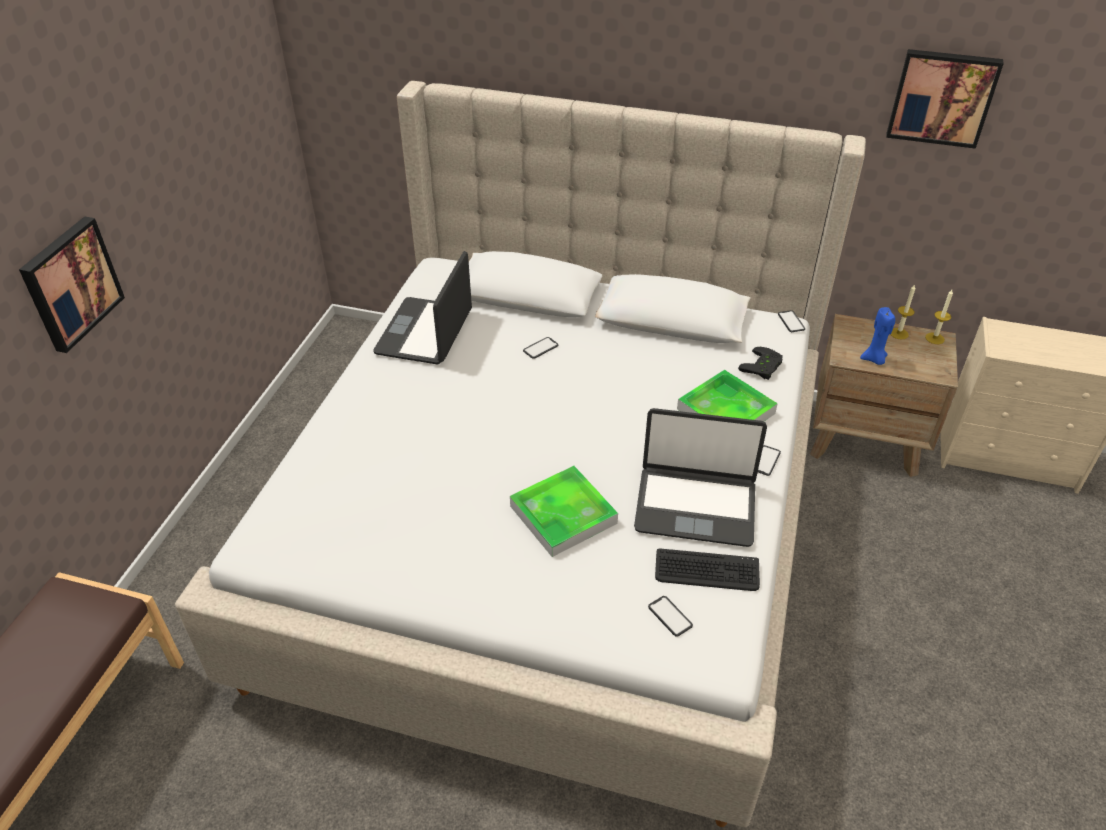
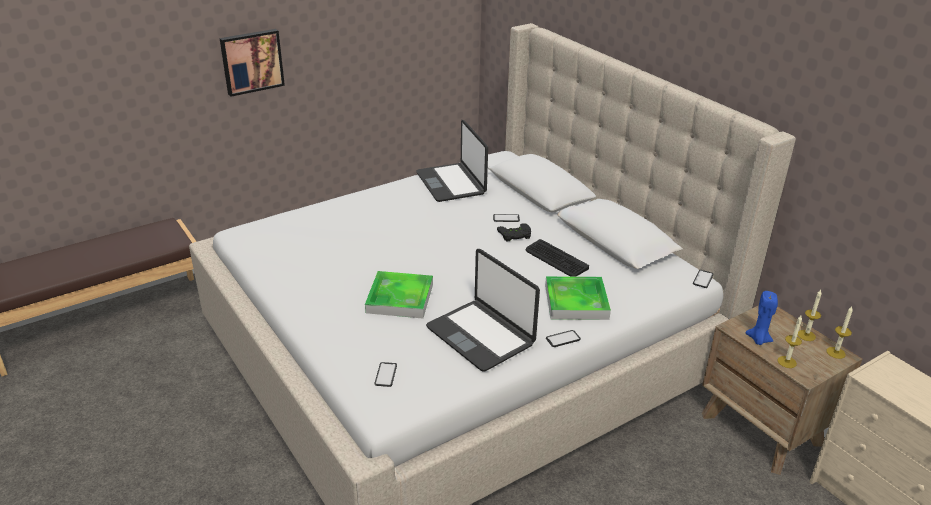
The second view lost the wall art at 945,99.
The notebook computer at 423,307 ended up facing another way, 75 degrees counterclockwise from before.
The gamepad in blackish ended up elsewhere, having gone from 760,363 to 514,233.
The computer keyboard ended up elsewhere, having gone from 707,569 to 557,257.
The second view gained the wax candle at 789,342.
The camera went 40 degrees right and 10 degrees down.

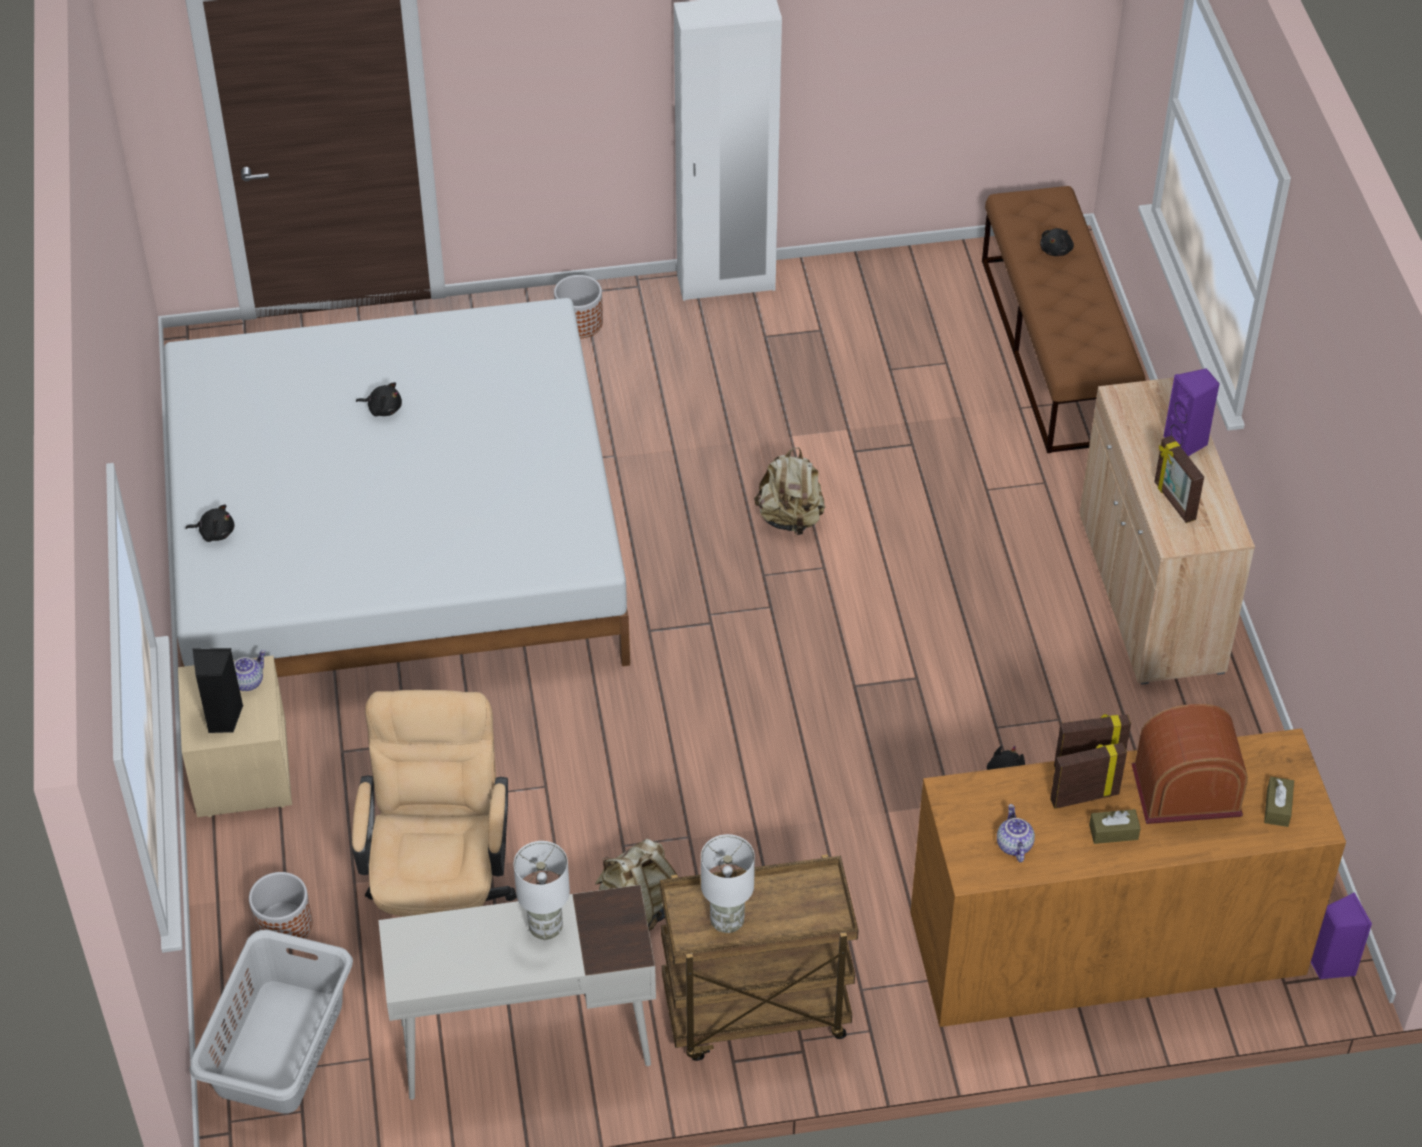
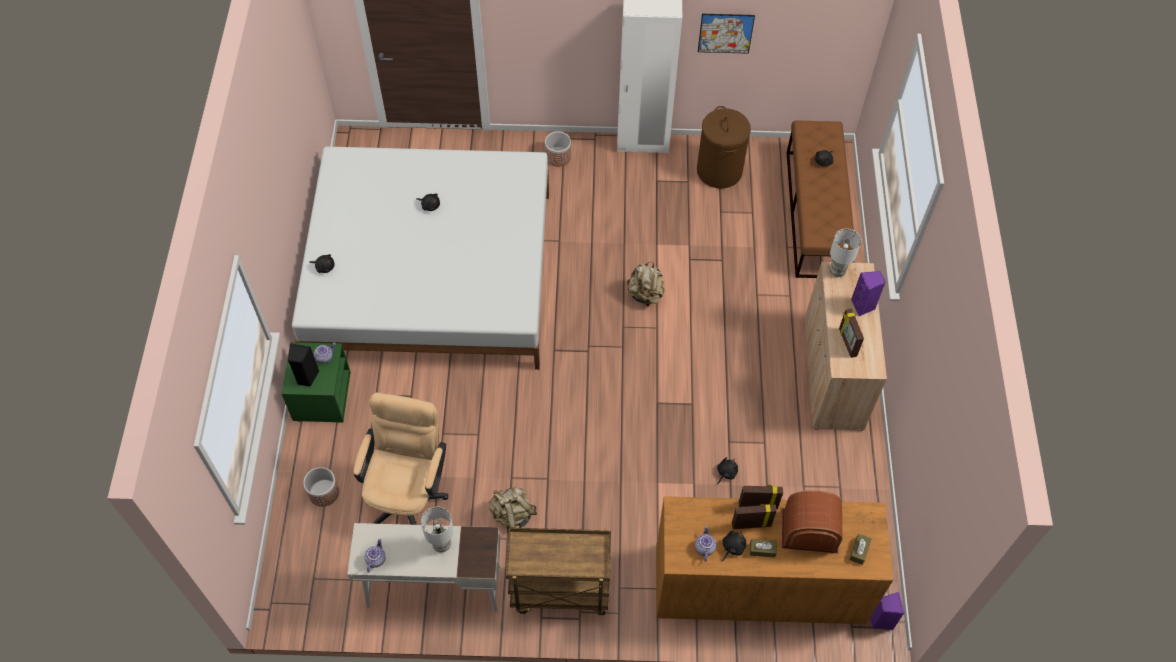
What was the bedside table in beige-coloured at 235,736 turned into the bedside table in green-coloured at 316,382.
The lamp for a table in white-coloured ended up elsewhere, having gone from 728,883 to 845,253.
The second view lost the washing basket in grey at 271,1022.
The second view gained the wall art at 726,34.
The second view gained the washing basket in brown at 724,147.
The second view gained the cuddly toy in blackish at 734,545.
The second view gained the teapot at 375,555.
The camera went 10 degrees right and 10 degrees up.

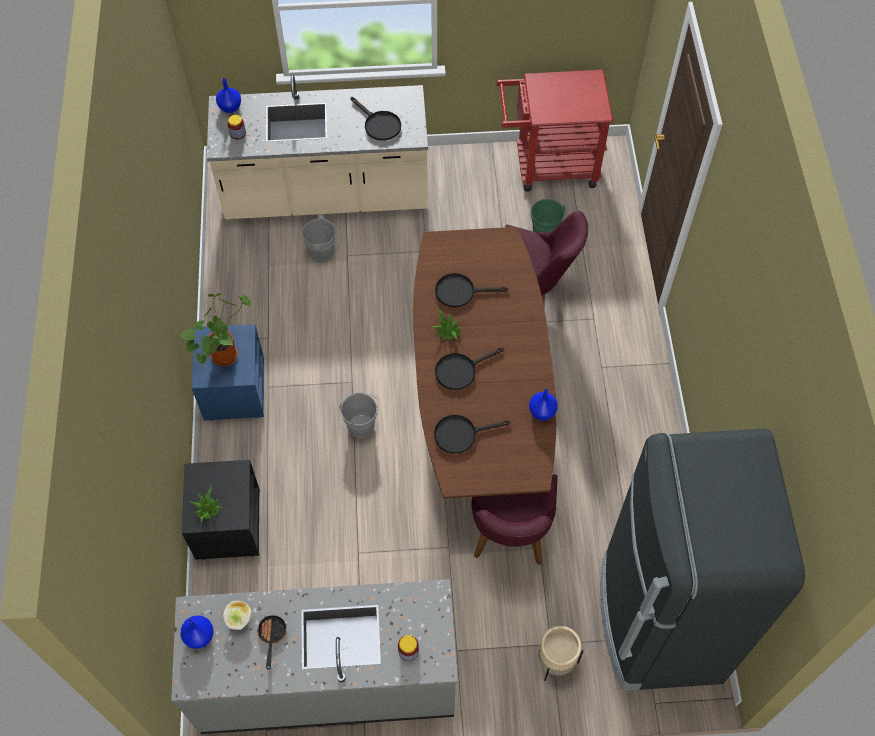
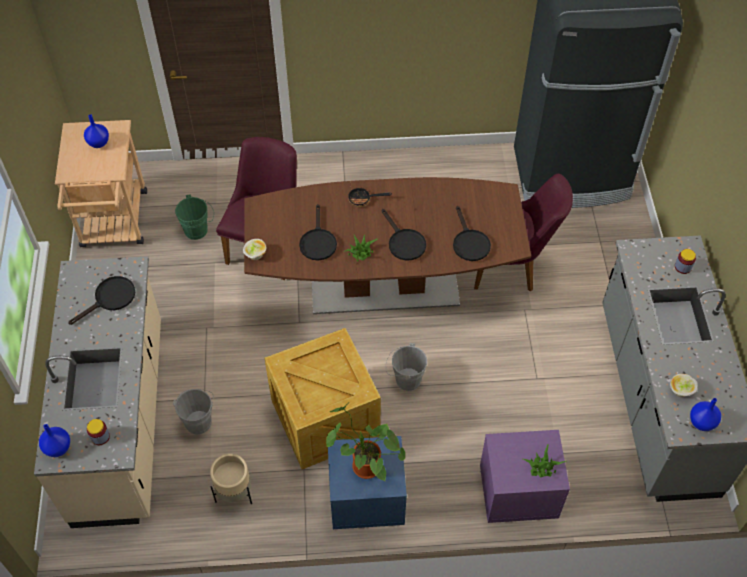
What was the trolley in red-coloured at 555,131 turned into the trolley in beige-coloured at 101,183.
The decorative vase in bluish ended up elsewhere, having gone from 543,405 to 96,131.
What was the bedside table in blackish at 221,510 turned into the bedside table in purple-coloured at 525,476.
The pan ended up elsewhere, having gone from 272,642 to 370,197.
The flower pot in beige-coloured ended up elsewhere, having gone from 560,653 to 231,479.
The second view gained the deep dish at 254,249.
The second view gained the shipping crate at 322,398.
The camera went 90 degrees left and 5 degrees down.

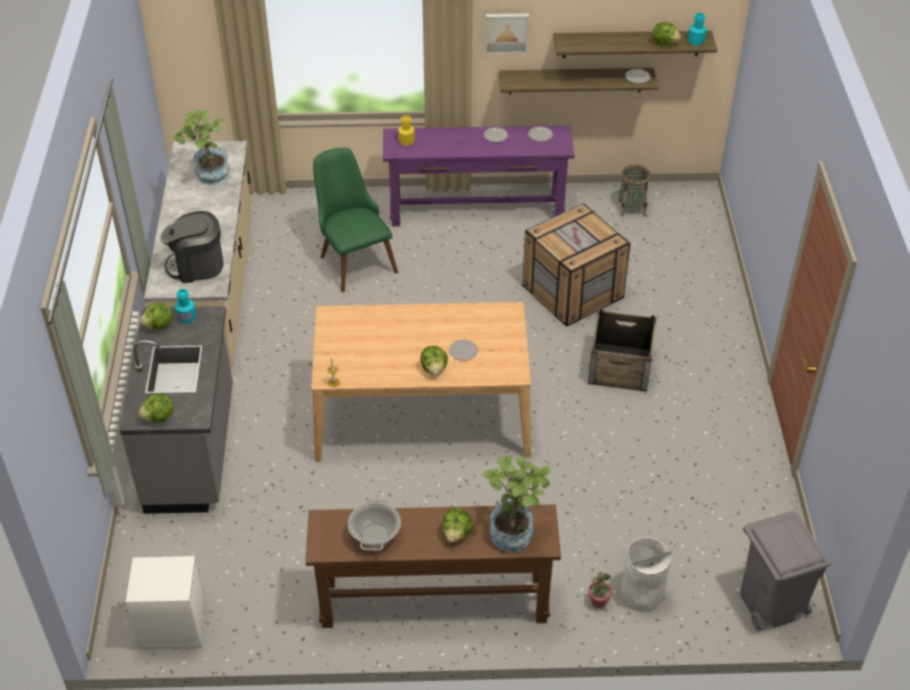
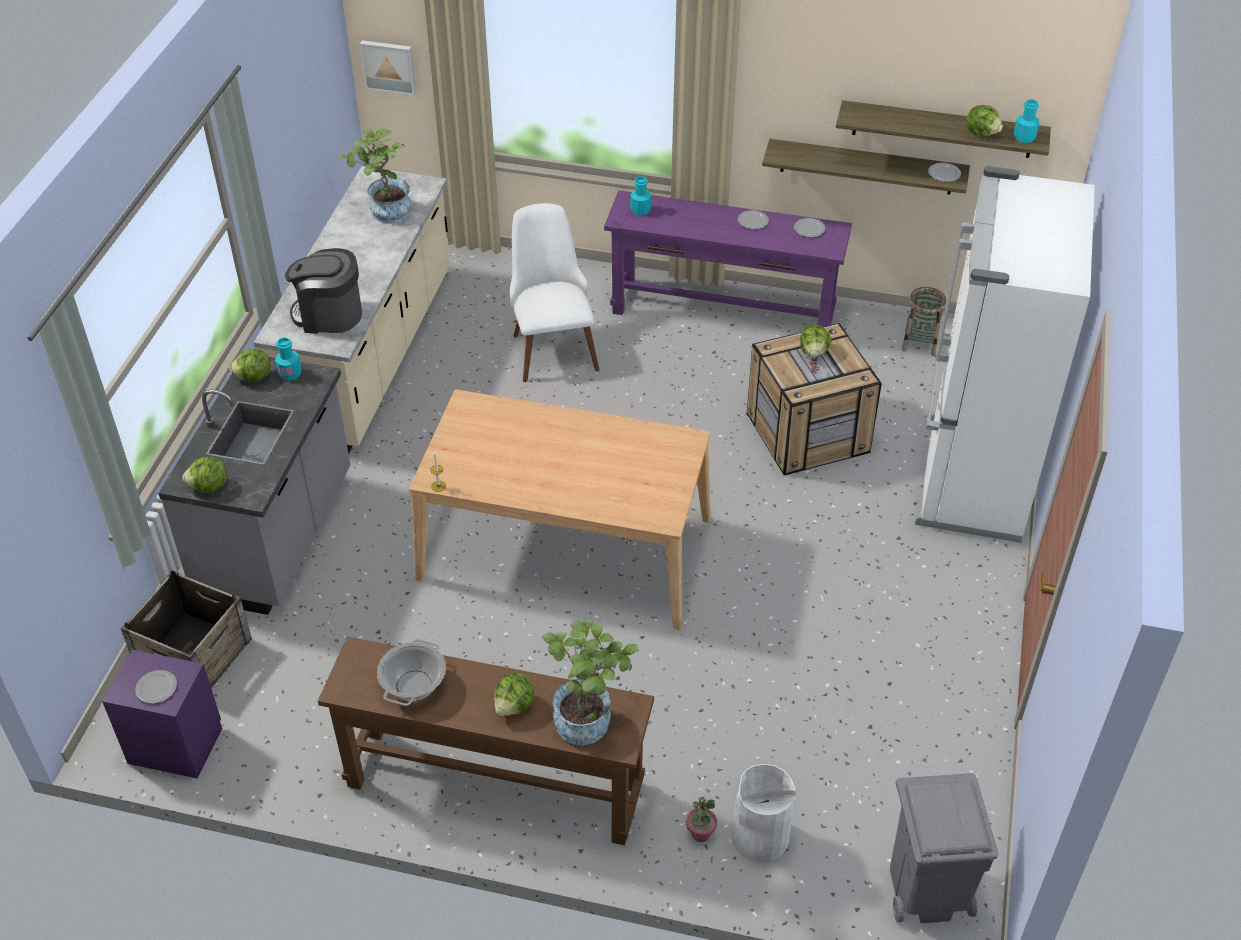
The wall art ended up elsewhere, having gone from 507,33 to 388,68.
What was the drink bottle in yellowish at 406,130 turned into the drink bottle in turquoise at 640,195.
What was the chair in green-coloured at 355,220 turned into the chair in white-coloured at 555,292.
The shipping crate ended up elsewhere, having gone from 622,350 to 186,629.
The flat dish ended up elsewhere, having gone from 463,350 to 156,686.
The lettuce head ended up elsewhere, having gone from 434,360 to 816,341.
What was the bedside table in white-coloured at 165,603 turned into the bedside table in purple-coloured at 162,714.
The second view gained the kitchen fridge in white-coloured at 1005,354.
The camera went 15 degrees right and 0 degrees up.

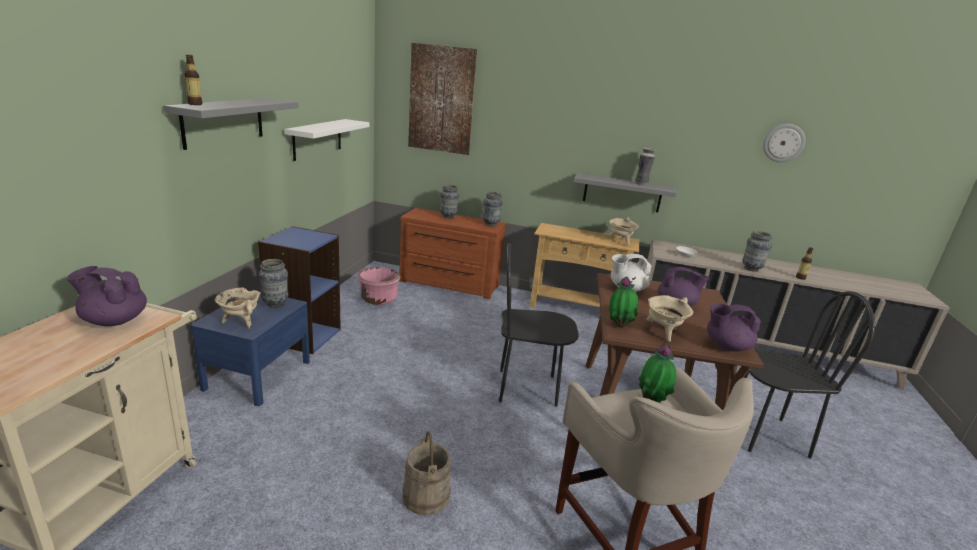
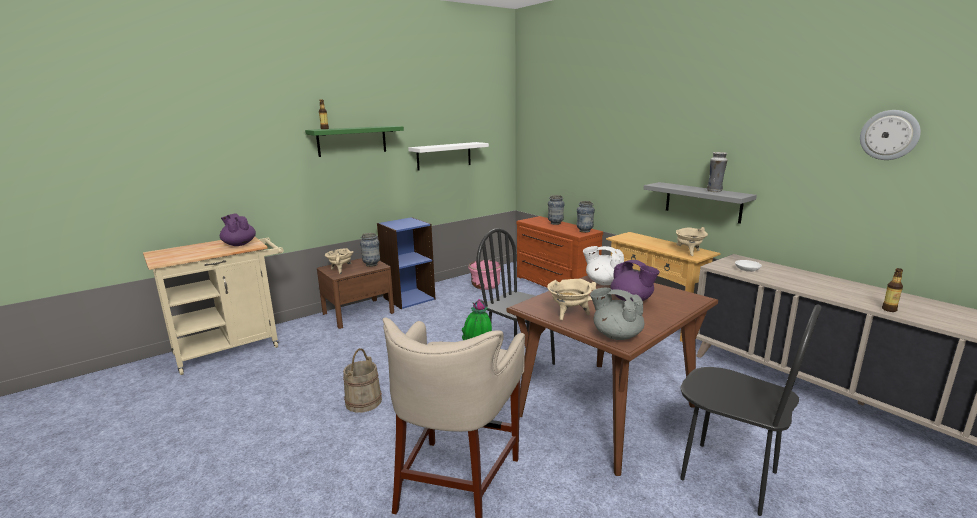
The second view lost the wall art at 442,99.
What was the wall shelf in grey at 231,124 turned into the wall shelf in green-coloured at 354,141.
The second view lost the decorative vase at 757,251.
The second view lost the potted plant at 623,302.
What was the bedside table in bluish at 250,348 turned into the bedside table in brown at 355,293.
What was the teapot in purple-coloured at 734,327 turned into the teapot in grey at 617,314.
The camera went 40 degrees right and 5 degrees down.

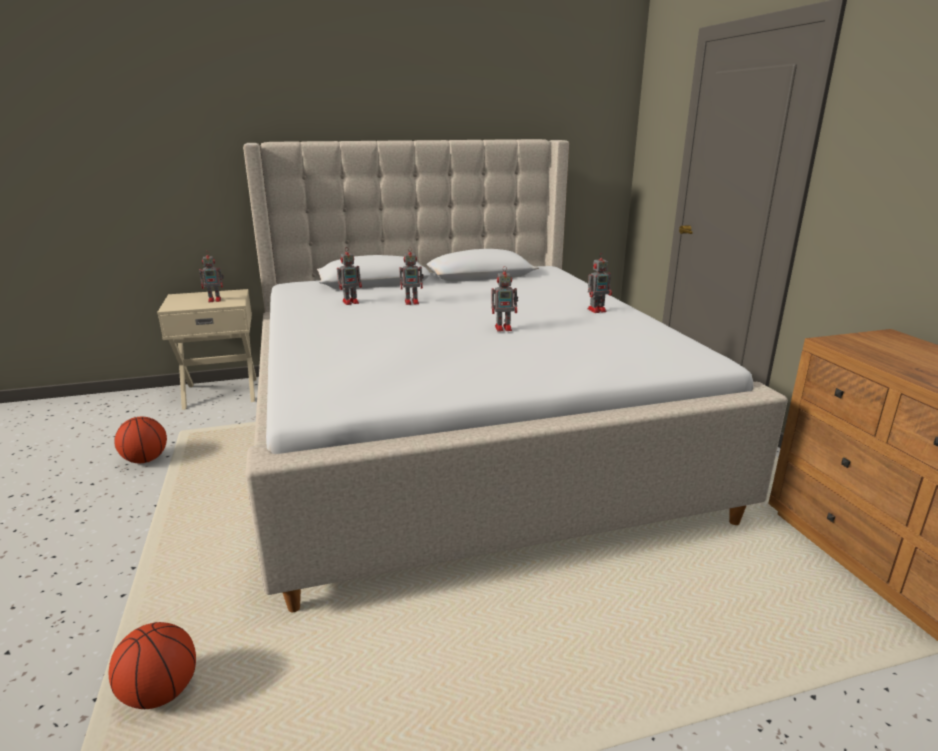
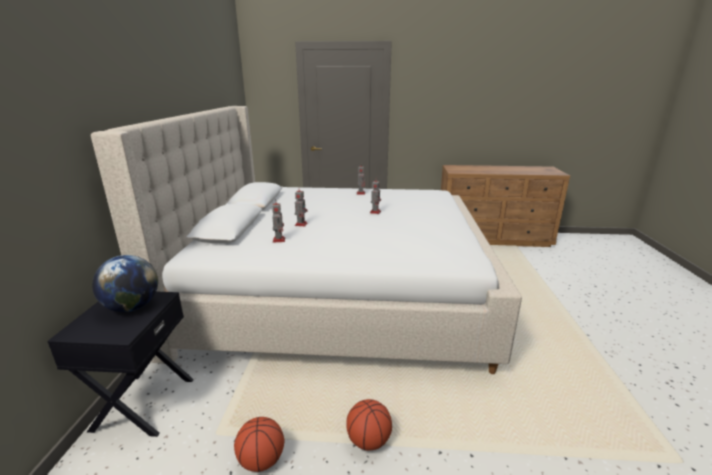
Where the robot figure stood at 211,277, the desk globe came to stand at 125,283.
What was the bedside table in beige-coloured at 207,349 turned into the bedside table in blackish at 120,364.
The basketball ended up elsewhere, having gone from 152,665 to 369,424.
The camera went 70 degrees left and 0 degrees up.

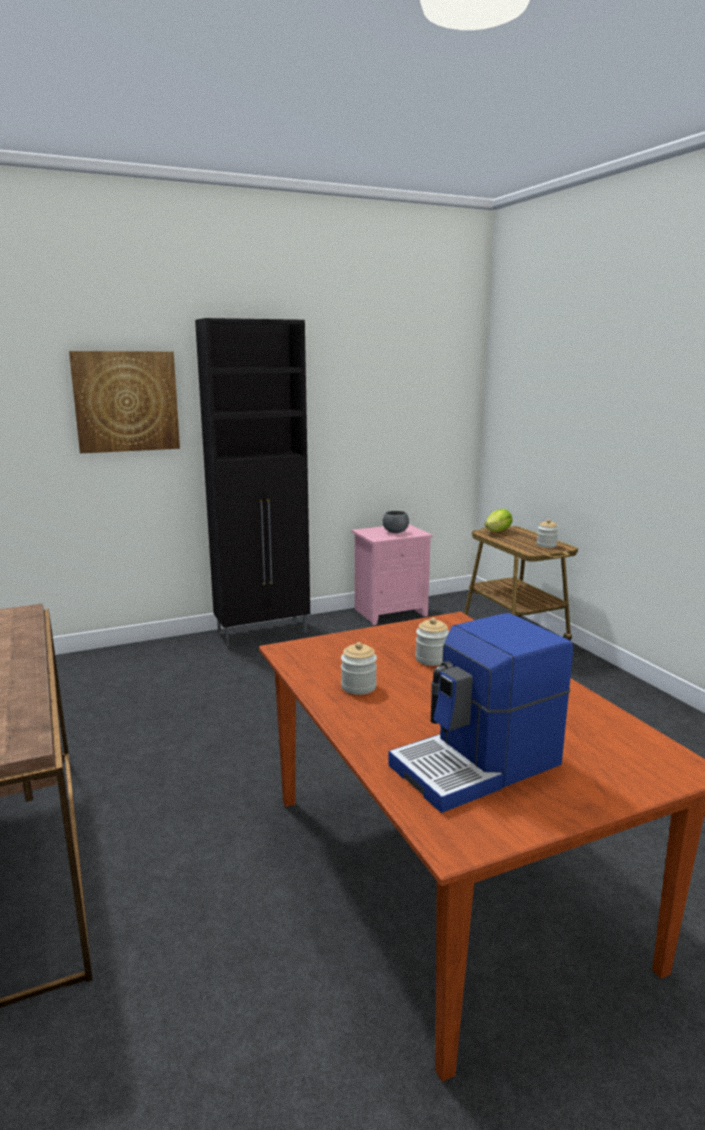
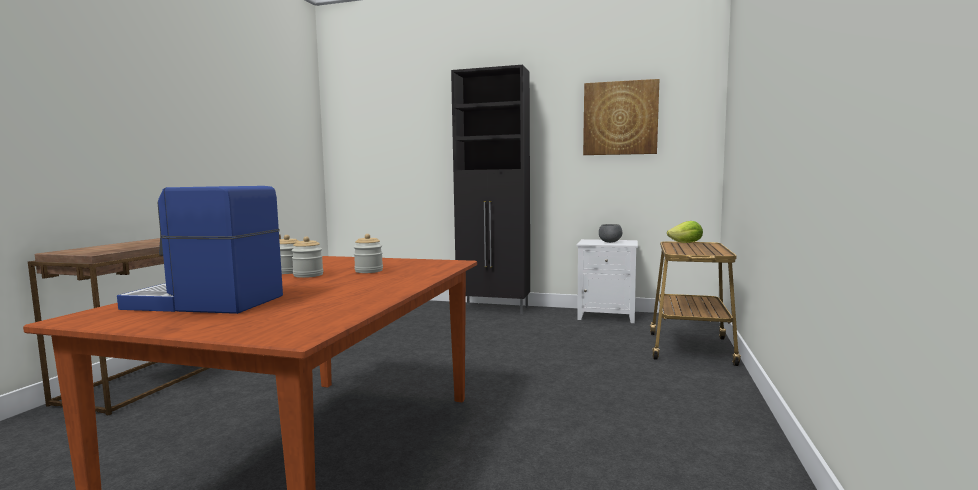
The wall art ended up elsewhere, having gone from 124,402 to 621,117.
The preserve jar ended up elsewhere, having gone from 547,533 to 307,257.
What was the bedside table in pink at 392,574 turned into the bedside table in white-coloured at 607,281.
The camera went 40 degrees right and 10 degrees down.

